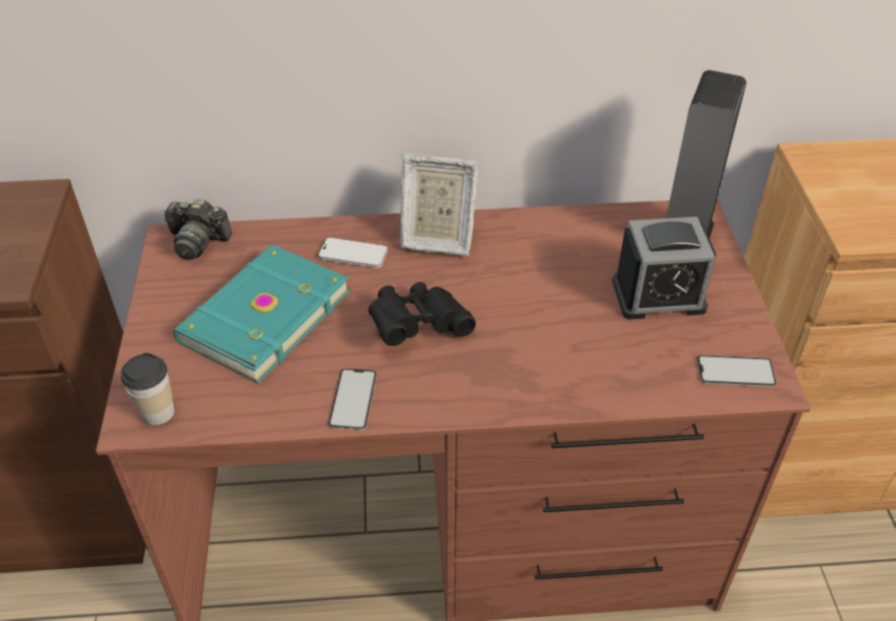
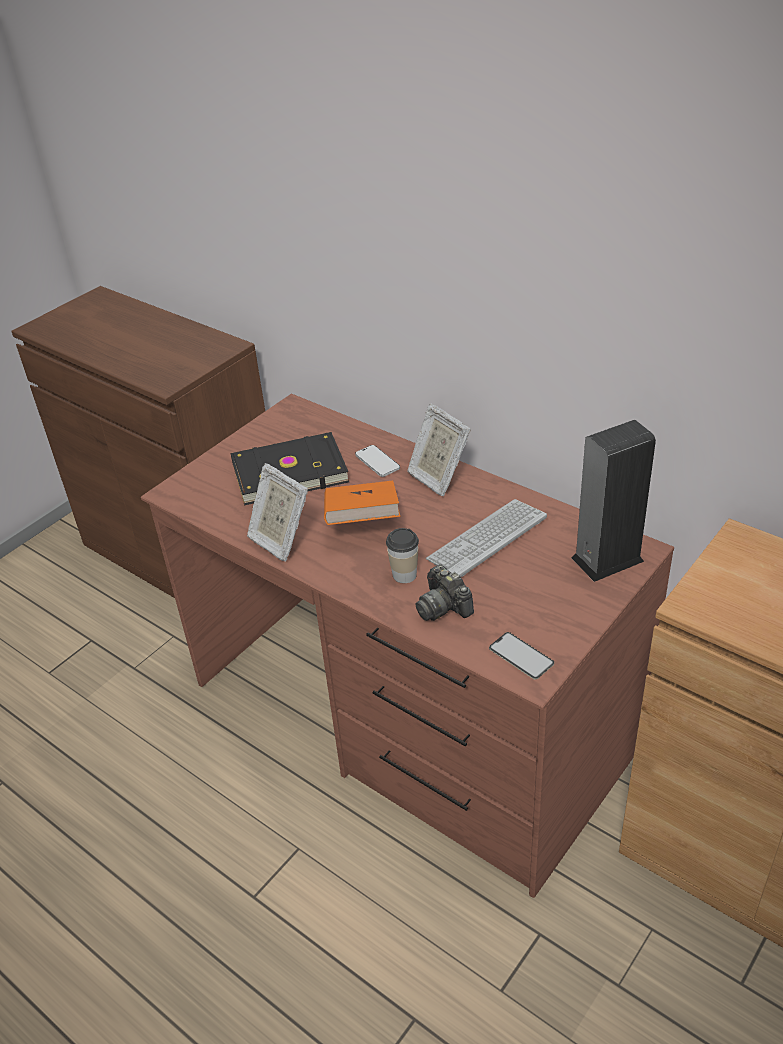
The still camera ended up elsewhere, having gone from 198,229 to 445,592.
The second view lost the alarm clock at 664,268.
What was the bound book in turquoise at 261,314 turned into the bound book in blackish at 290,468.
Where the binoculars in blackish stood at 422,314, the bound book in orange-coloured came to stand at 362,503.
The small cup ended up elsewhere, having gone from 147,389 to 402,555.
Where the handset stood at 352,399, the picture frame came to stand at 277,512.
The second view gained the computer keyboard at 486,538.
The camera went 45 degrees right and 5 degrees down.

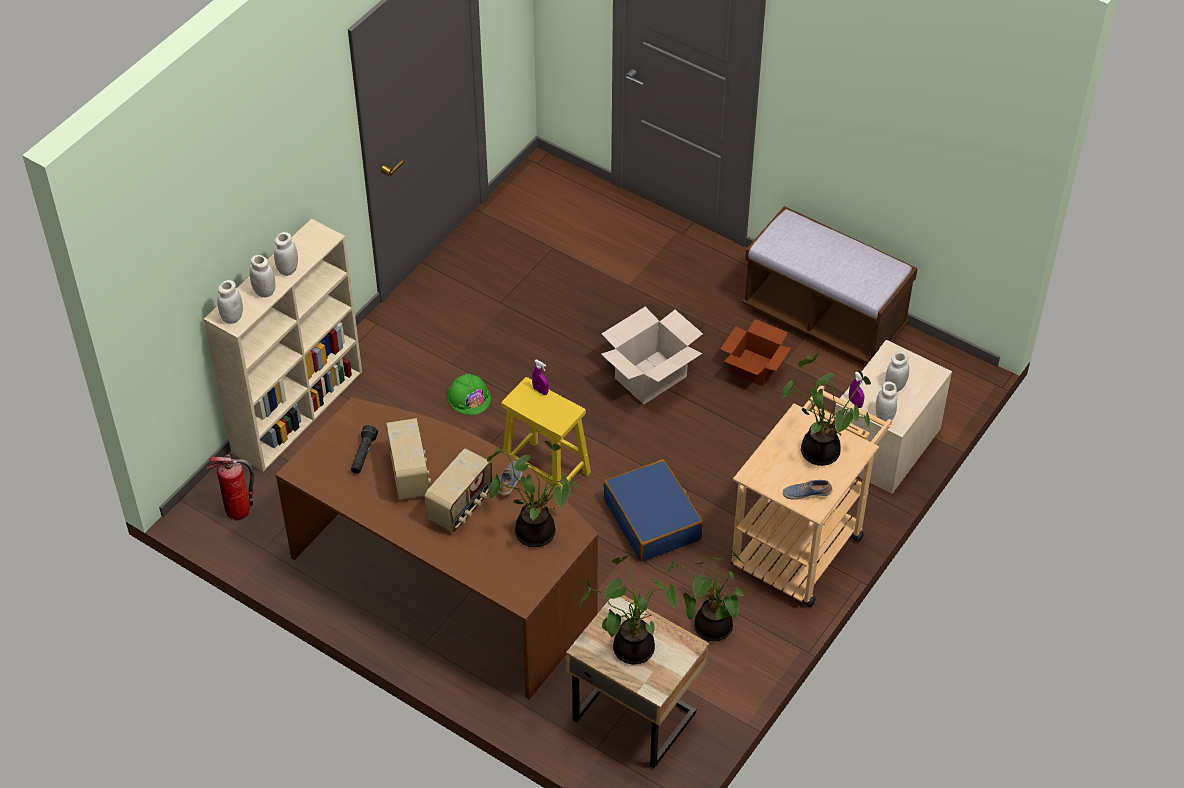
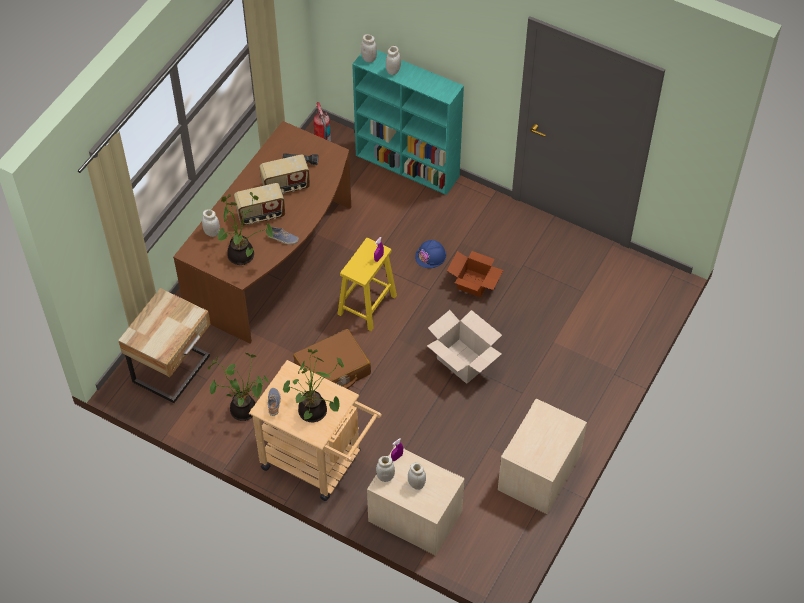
Where the indoor bench in brown stood at 830,286, the bedside table in beige-coloured came to stand at 542,456.
What was the shelving unit in beige-coloured at 283,345 turned into the shelving unit in turquoise at 408,122.
The preserve jar in white-coloured ended up elsewhere, having gone from 286,254 to 211,223.
The packing box ended up elsewhere, having gone from 755,352 to 475,274.
What was the work helmet in green-coloured at 469,394 turned into the work helmet in bluish at 430,254.
The radio set at 458,490 ended up facing another way, 45 degrees counterclockwise from before.
What was the travel case in bluish at 653,510 turned into the travel case in brown at 332,359.
The second view lost the potted plant at 628,609.
The camera went 85 degrees right and 5 degrees up.

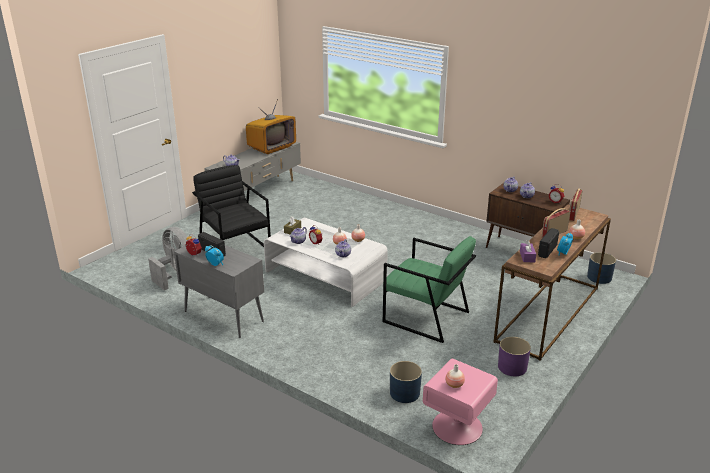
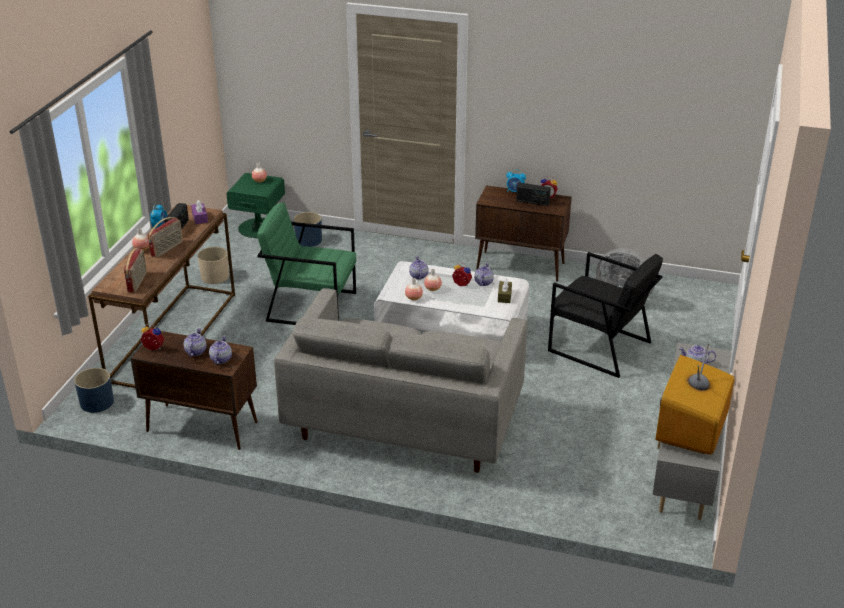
What was the storage cabinet in grey at 219,291 turned into the storage cabinet in brown at 523,234.
What was the flower pot in purple-coloured at 514,356 turned into the flower pot in beige-coloured at 213,265.
What was the bedside table in pink at 460,402 turned into the bedside table in green-coloured at 255,205.
The second view gained the couch in grey at 400,380.
The camera went 160 degrees right and 5 degrees up.

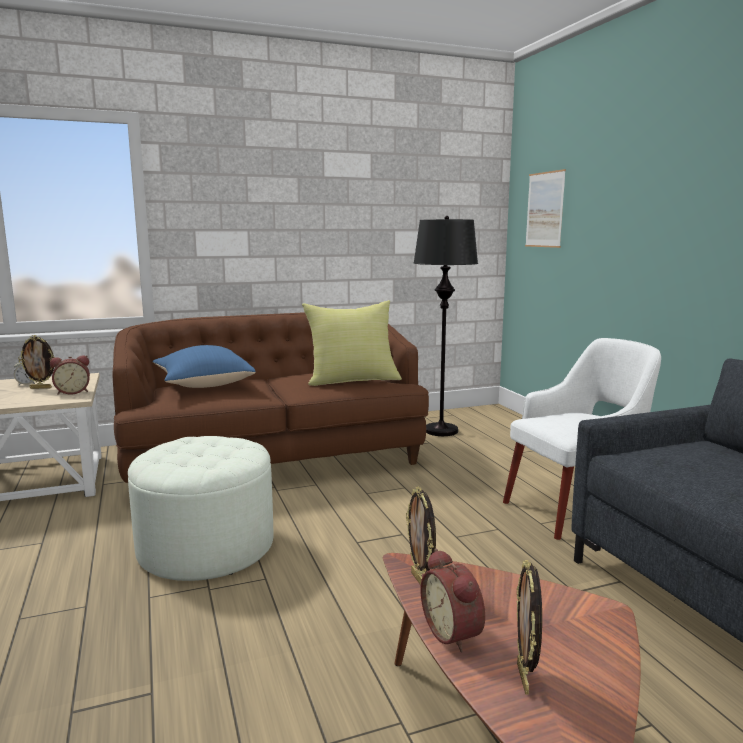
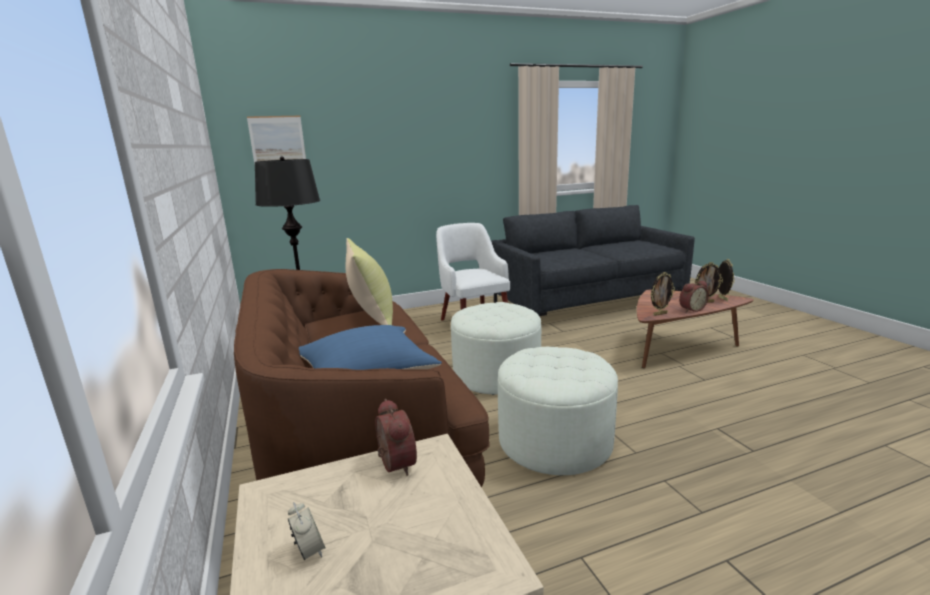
The picture frame ended up elsewhere, having gone from 36,362 to 726,280.
The second view gained the pouffe in white-coloured at 496,348.
The camera went 90 degrees left and 5 degrees up.

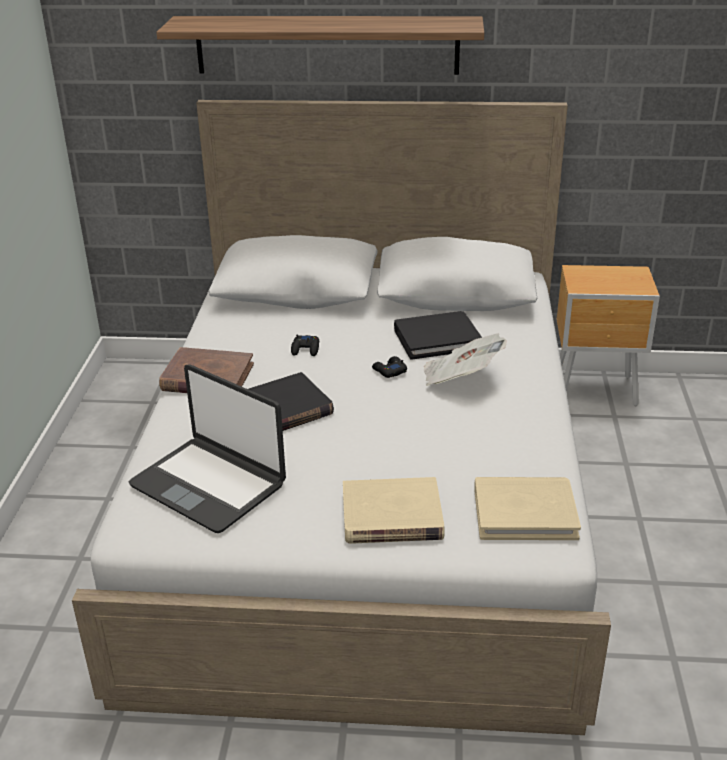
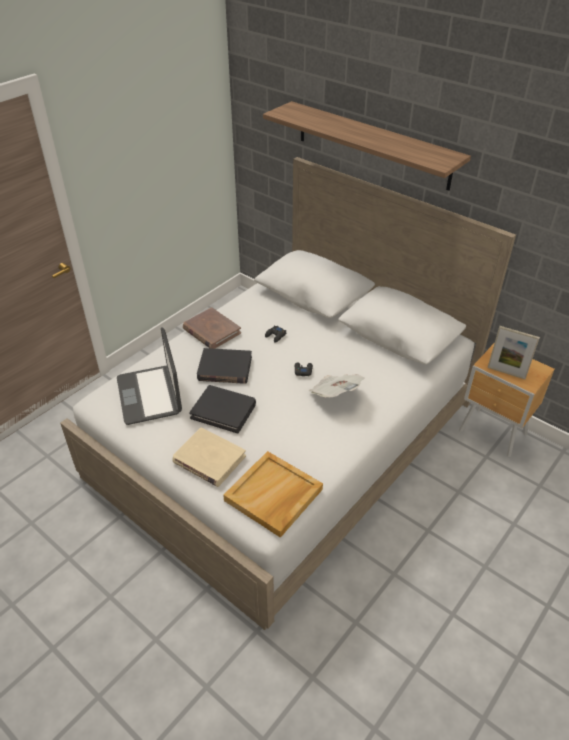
The bound book in blackish ended up elsewhere, having gone from 438,335 to 222,409.
Where the bound book in beige-coloured stood at 527,508, the serving tray in beige-coloured came to stand at 273,494.
The second view gained the picture frame at 514,352.
The camera went 35 degrees right and 10 degrees up.

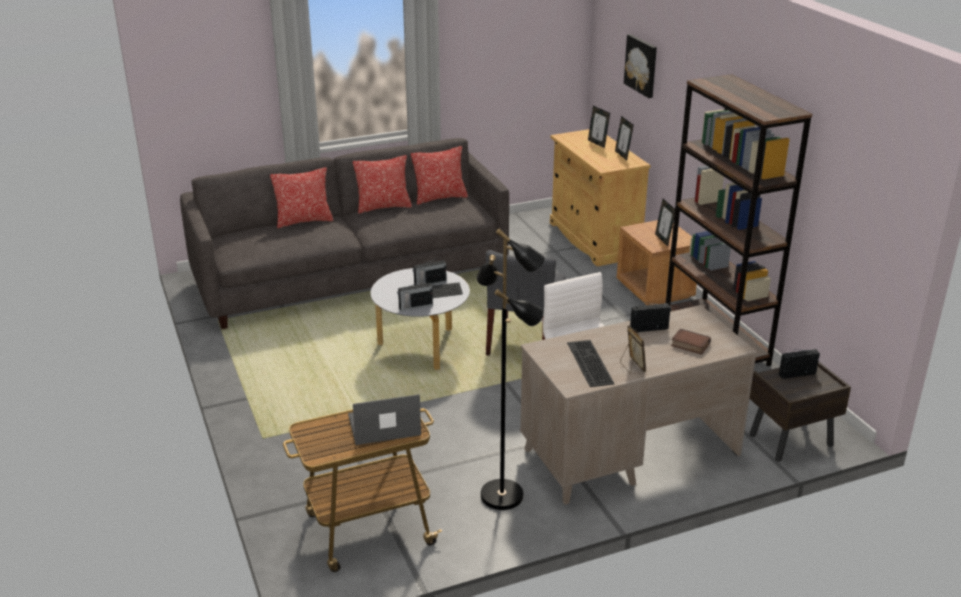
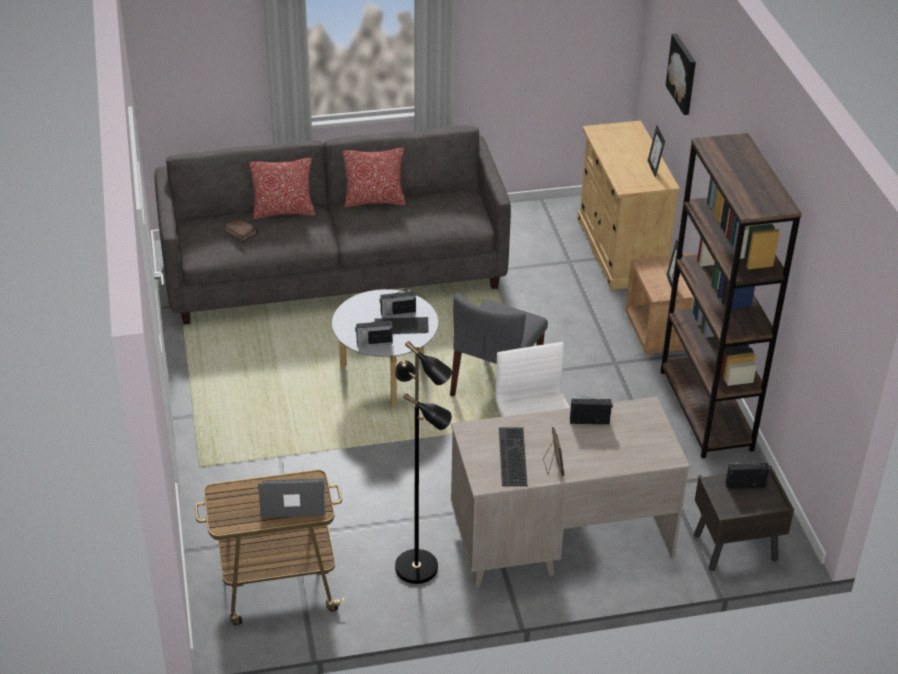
The second view lost the picture frame at 599,127.
The second view lost the throw pillow at 439,175.
The bound book ended up elsewhere, having gone from 691,342 to 241,230.
The camera went 10 degrees right and 10 degrees up.

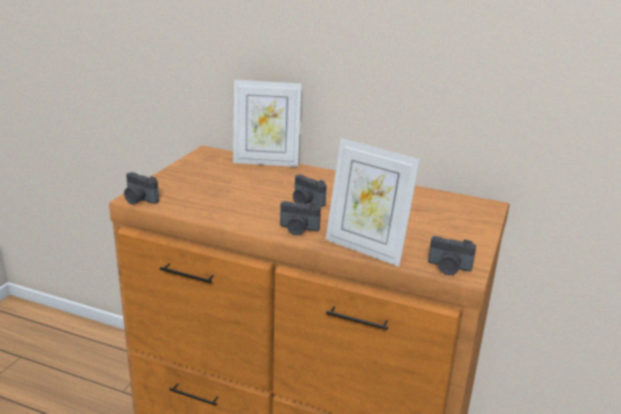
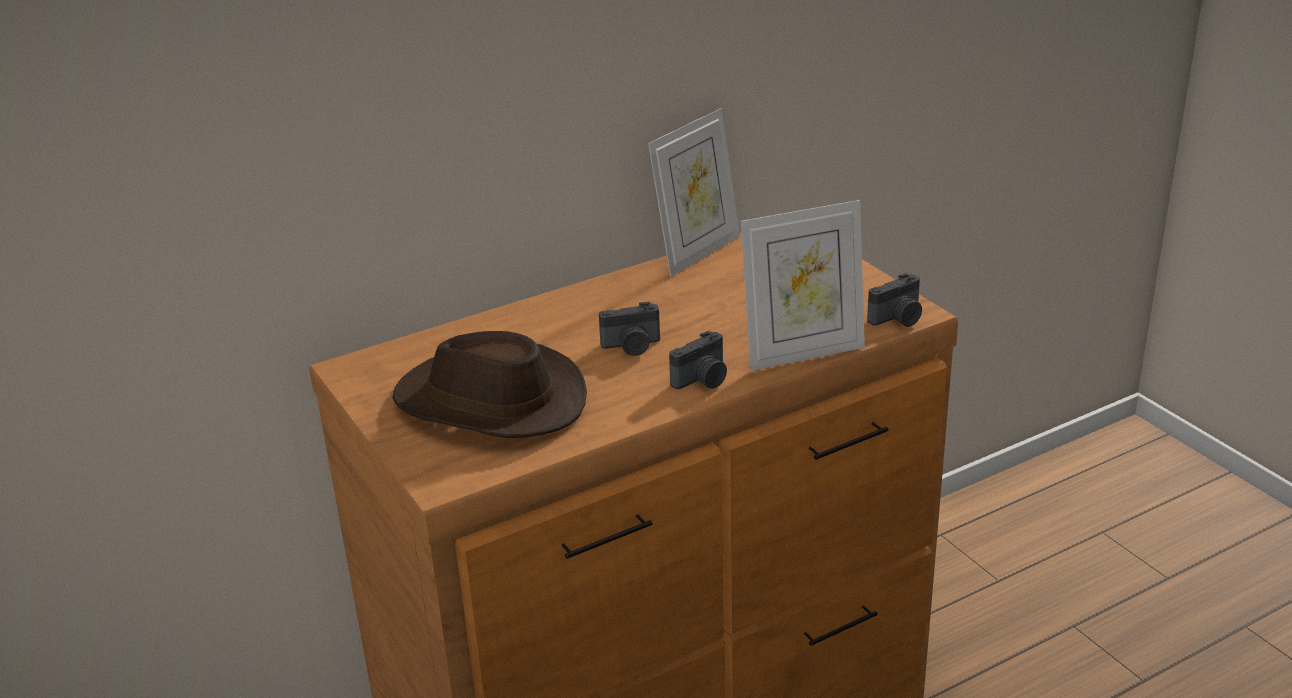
The picture frame ended up elsewhere, having gone from 267,123 to 694,192.
The second view lost the still camera at 141,188.
The second view gained the wearable hat in brown at 489,384.
The camera went 50 degrees left and 5 degrees up.

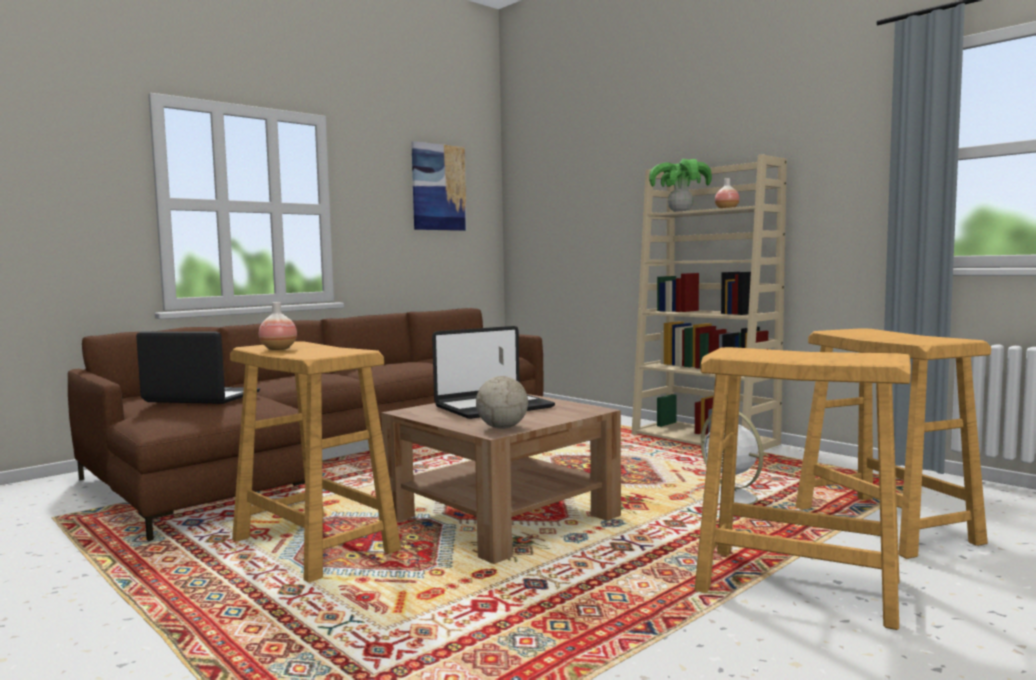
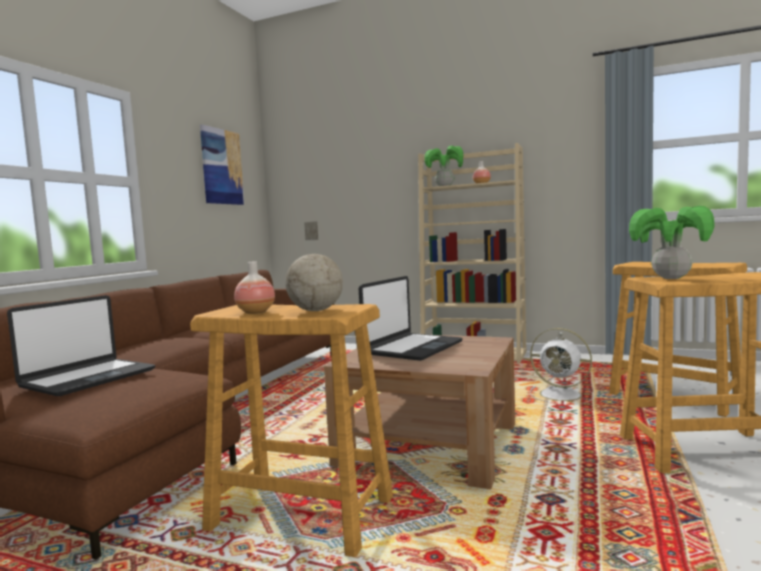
The notebook computer at 198,368 ended up facing another way, 135 degrees clockwise from before.
The desk globe ended up elsewhere, having gone from 502,388 to 314,266.
The second view gained the potted plant at 672,242.
The camera went 25 degrees left and 0 degrees up.

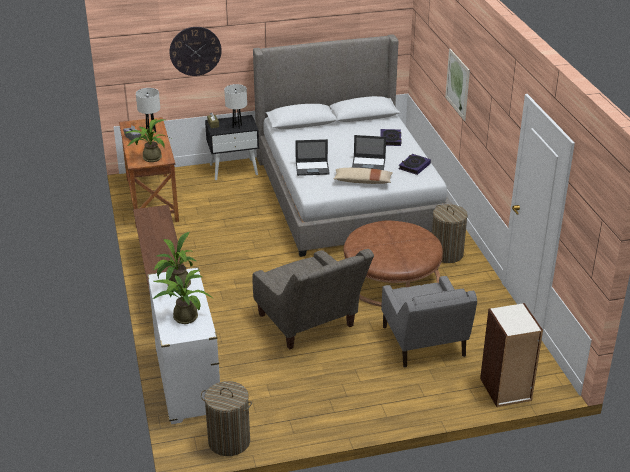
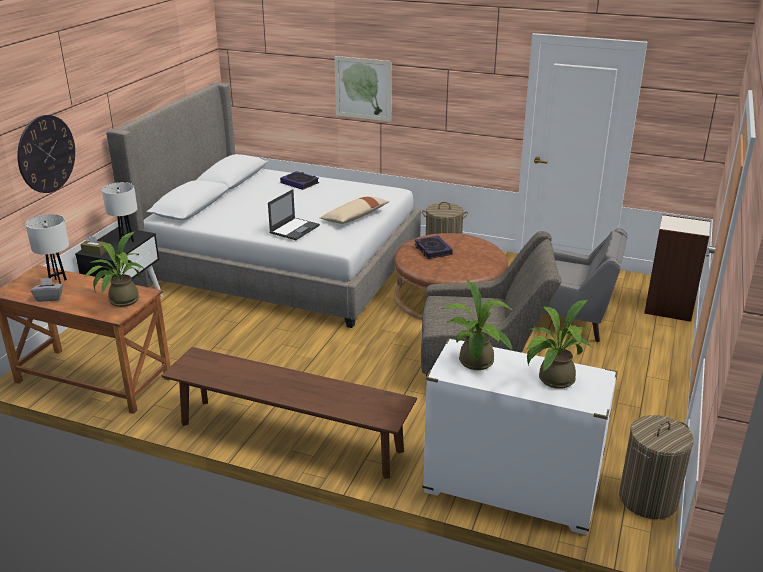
The second view lost the notebook computer at 369,152.
The bound book ended up elsewhere, having gone from 415,164 to 433,247.
The camera went 55 degrees left and 5 degrees down.

